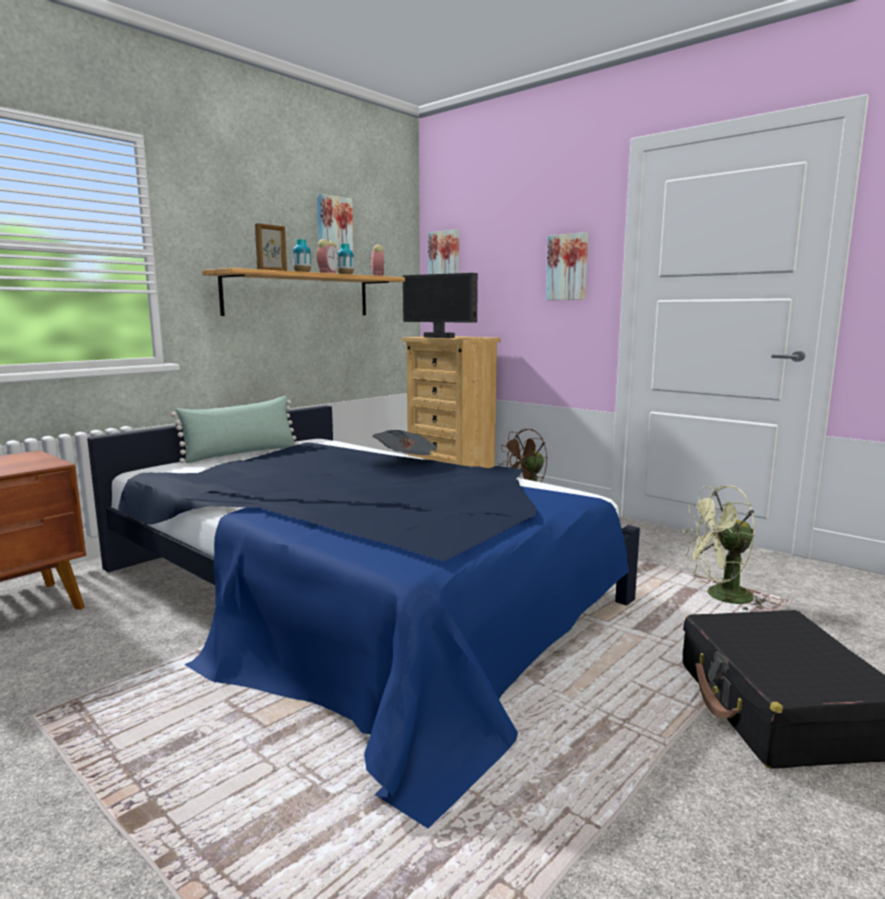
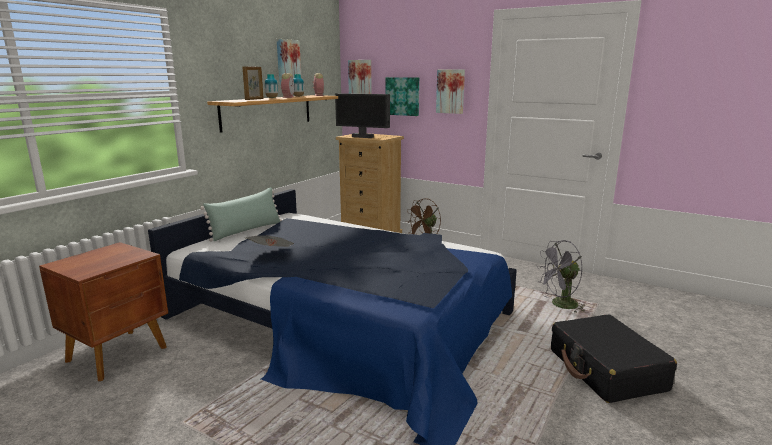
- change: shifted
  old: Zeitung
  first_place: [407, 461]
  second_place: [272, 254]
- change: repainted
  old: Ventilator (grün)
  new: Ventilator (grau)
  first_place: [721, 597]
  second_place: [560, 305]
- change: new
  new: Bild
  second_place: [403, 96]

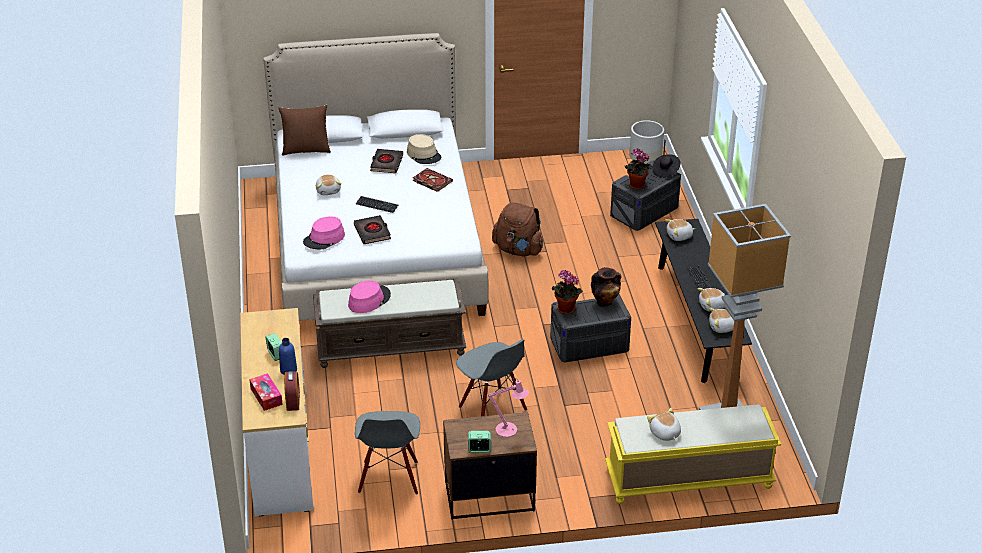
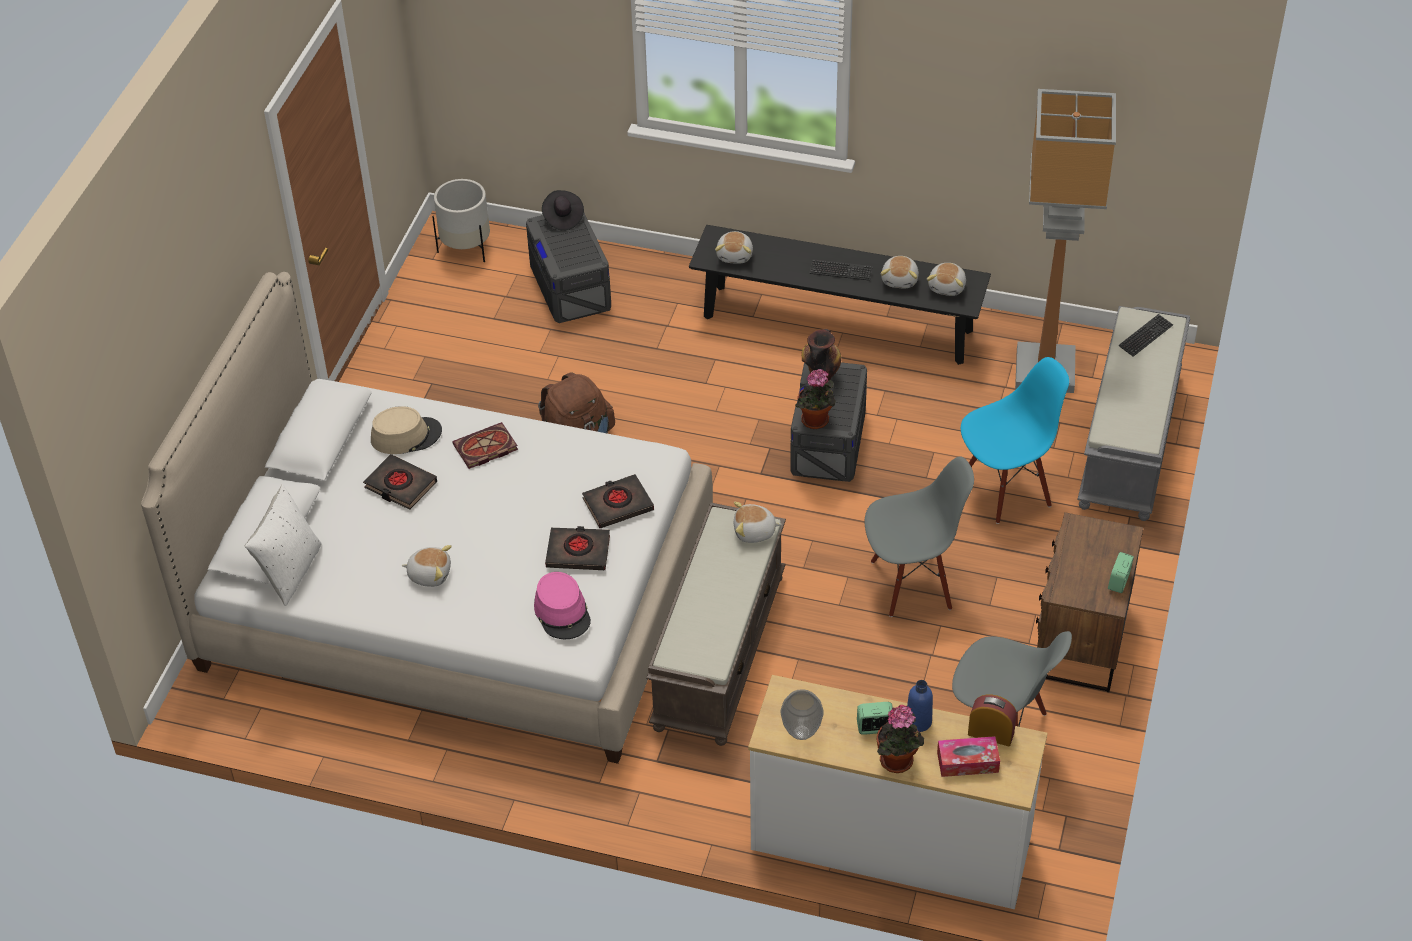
- change: repainted
  old: Kissen (braun)
  new: Kissen (weiß)
  first_place: [306, 149]
  second_place: [290, 571]
- change: shifted
  old: Topfpflanze
  first_place: [636, 186]
  second_place: [898, 763]
- change: shifted
  old: Tastatur
  first_place: [377, 205]
  second_place: [1145, 336]
- change: gone
  old: Hut (rosa)
  first_place: [369, 300]
- change: gone
  old: Tischlampe (rosa)
  first_place: [509, 430]
- change: repainted
  old: Bank (gelb)
  new: Bank (grau)
  first_place: [688, 479]
  second_place: [1130, 442]
- change: shifted
  old: Plüschtier
  first_place: [664, 433]
  second_place: [754, 532]
- change: new
  new: Stuhl (blau)
  second_place: [1006, 489]
- change: new
  new: Buch (schwarz)
  second_place: [618, 505]
- change: new
  new: Vase
  second_place: [801, 733]

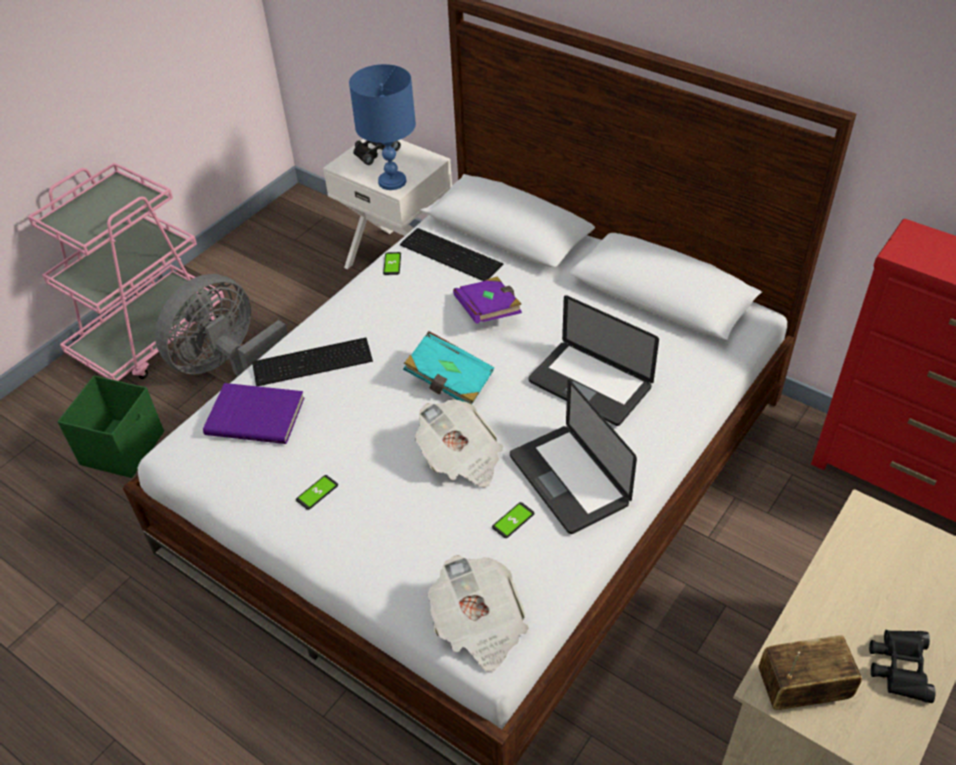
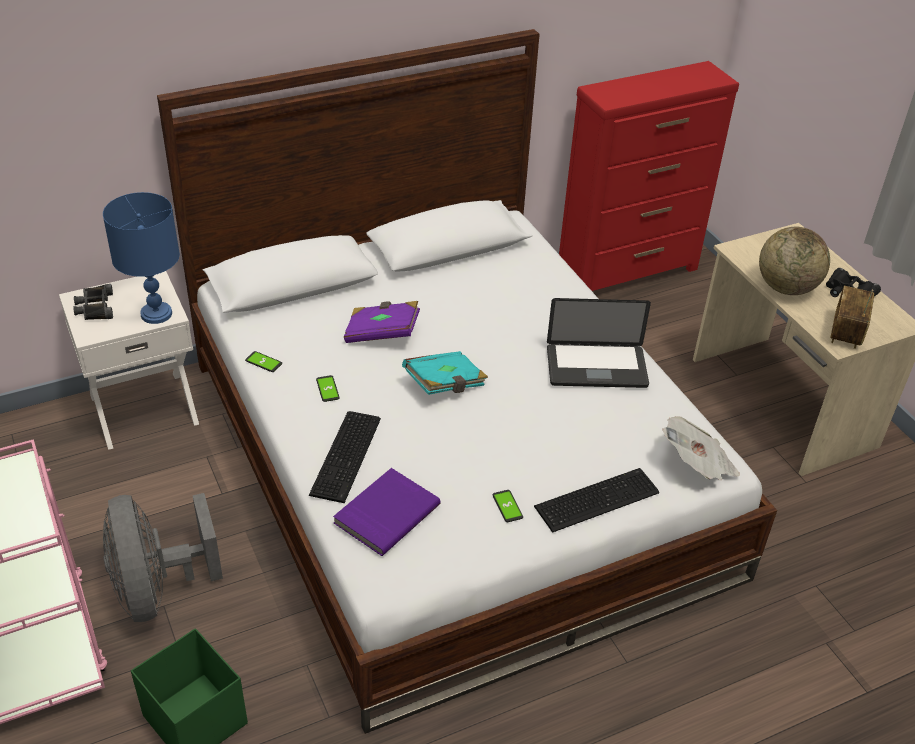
- change: shifted
  old: Tastatur
  first_place: [451, 253]
  second_place: [594, 498]
- change: gone
  old: Laptop
  first_place: [589, 384]
- change: gone
  old: Zeitung
  first_place: [461, 458]
- change: shifted
  old: Handy
  first_place: [513, 520]
  second_place: [327, 389]
- change: new
  new: Globus
  second_place: [786, 288]

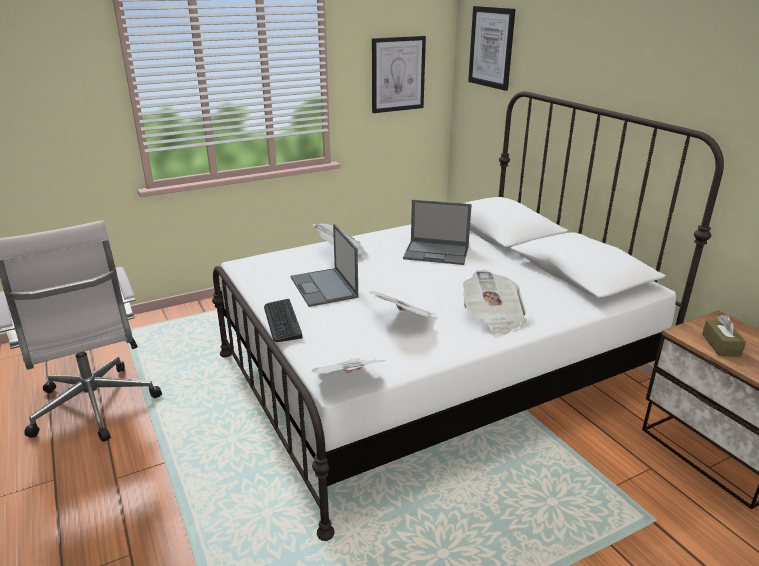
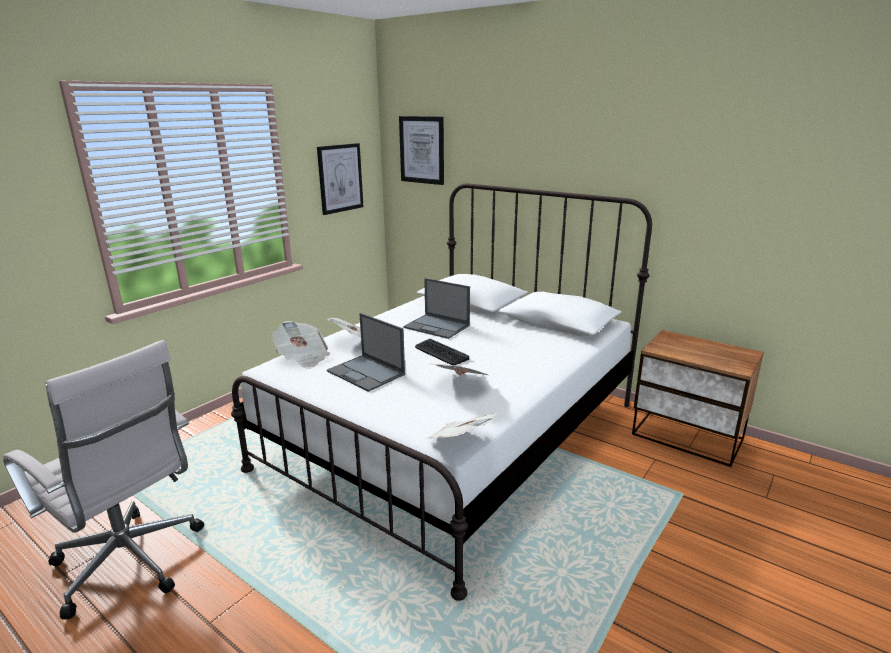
- change: rotated
  old: Laptop
  first_place: [437, 253]
  second_place: [437, 326]
  degrees: 45
- change: shifted
  old: Zeitung
  first_place: [493, 318]
  second_place: [302, 358]
- change: shifted
  old: Tastatur
  first_place: [282, 321]
  second_place: [441, 353]
- change: gone
  old: Taschentuchbox (braun)
  first_place: [721, 345]

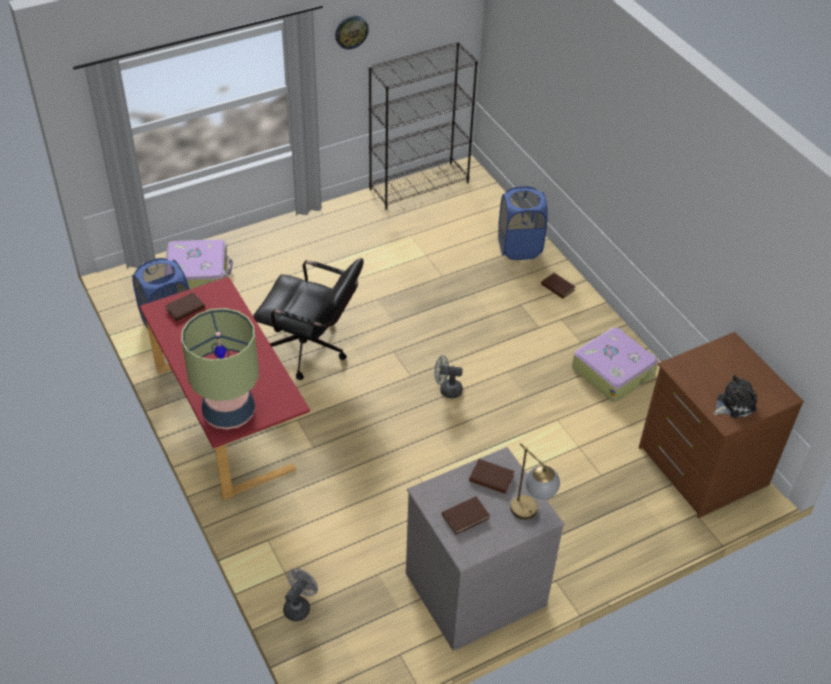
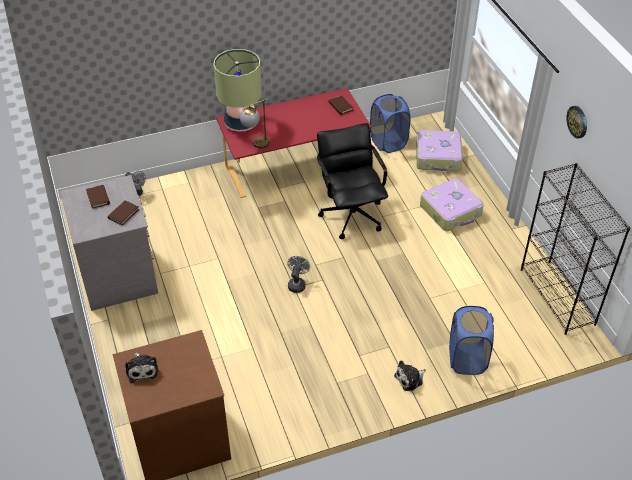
- change: rotated
  old: Bürostuhl (schwarz)
  first_place: [311, 350]
  second_place: [350, 212]
  degrees: 135
- change: swapped
  old: Buch (braun)
  new: Plüschtier
  first_place: [557, 287]
  second_place: [410, 379]
- change: shifted
  old: Koffer
  first_place: [613, 371]
  second_place: [451, 211]
- change: shifted
  old: Tischlampe
  first_place: [531, 515]
  second_place: [255, 145]

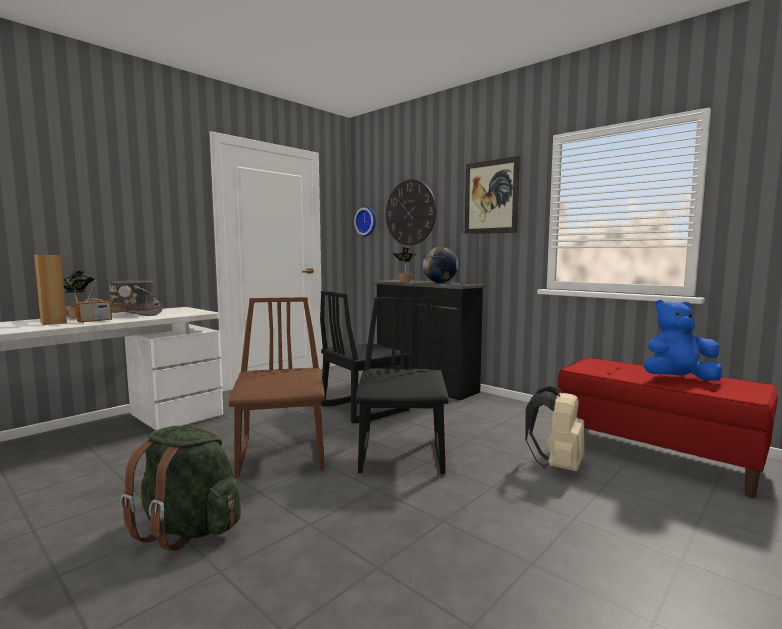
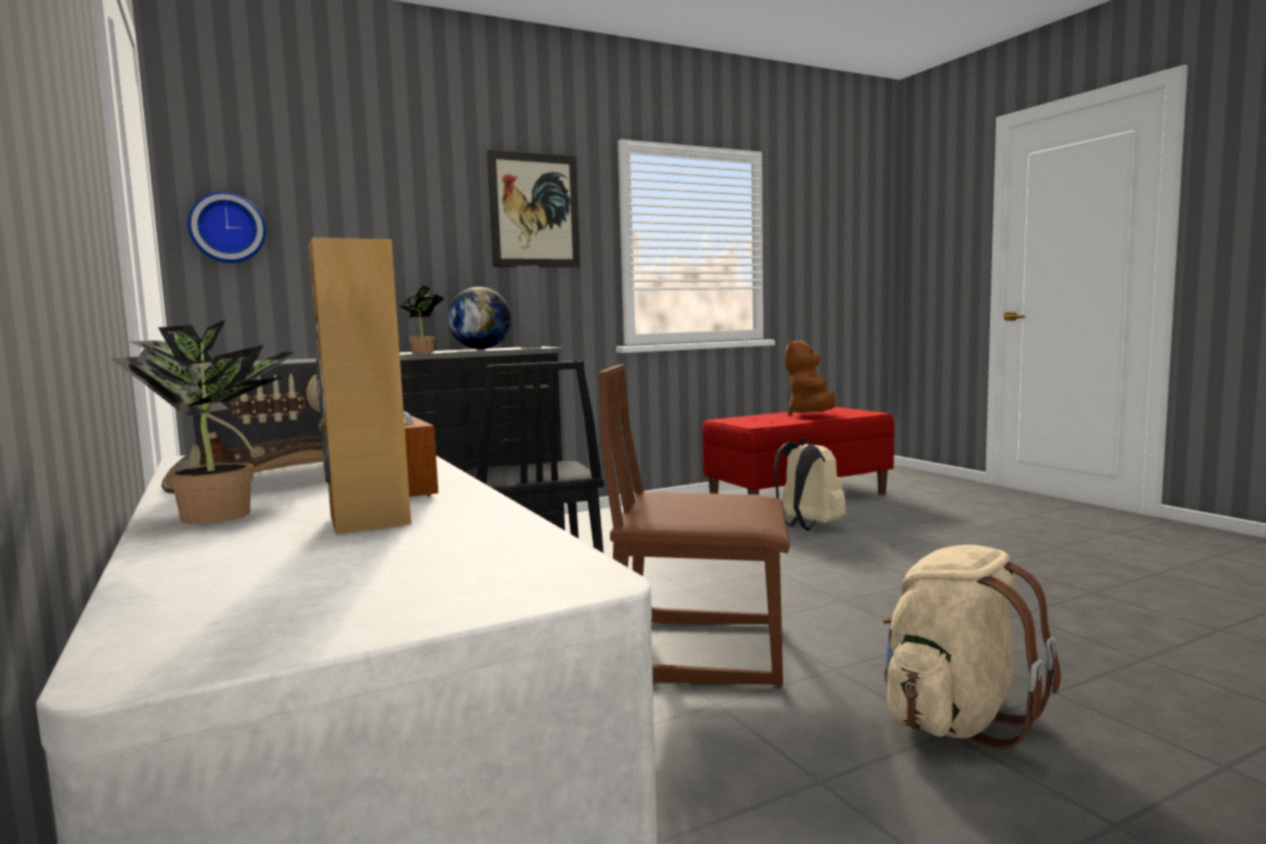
- change: gone
  old: Wanduhr
  first_place: [410, 212]
- change: gone
  old: Stuhl (schwarz)
  first_place: [403, 454]
- change: repainted
  old: Plüschtier (blau)
  new: Plüschtier (braun)
  first_place: [678, 379]
  second_place: [812, 415]
- change: repainted
  old: Rucksack (grün)
  new: Rucksack (beige)
  first_place: [188, 529]
  second_place: [955, 719]

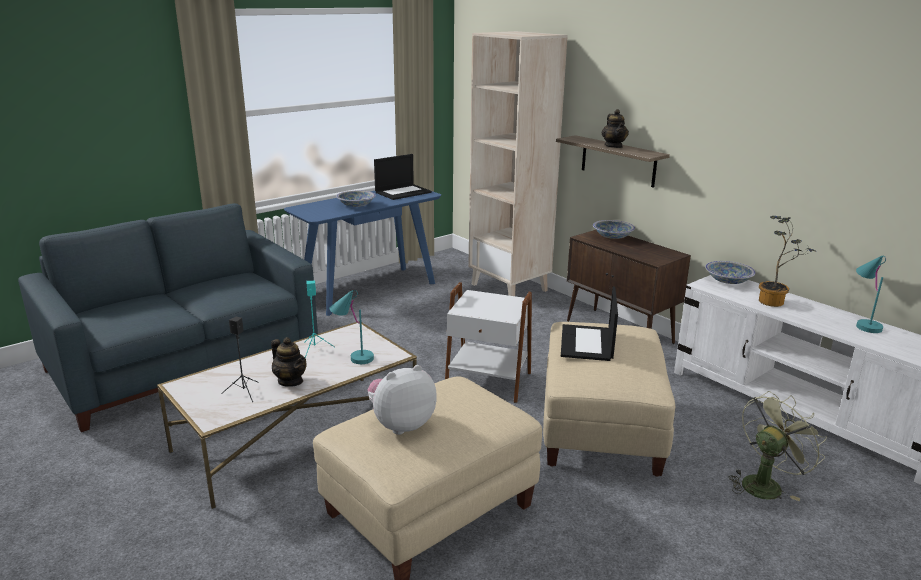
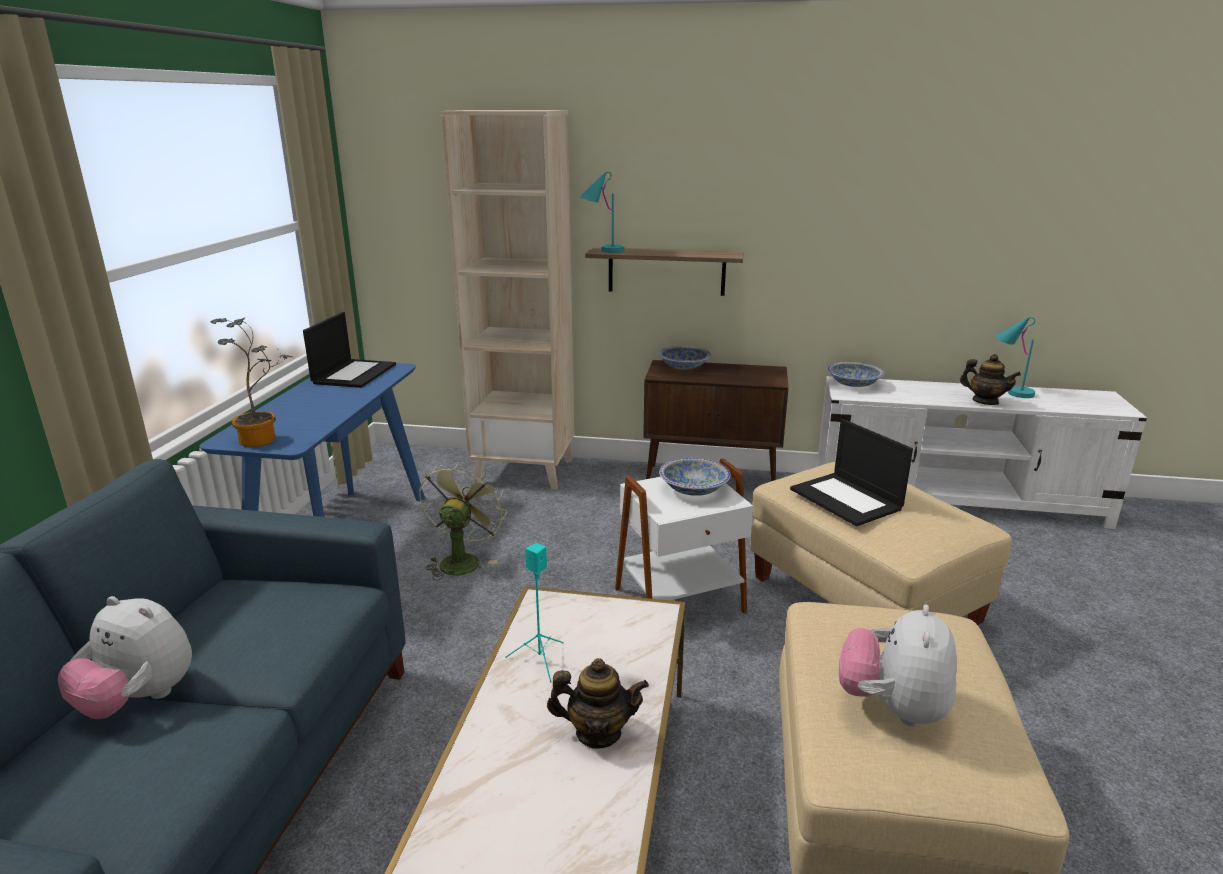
- change: shifted
  old: Teekanne
  first_place: [613, 146]
  second_place: [985, 401]
- change: shifted
  old: Schüssel
  first_place: [356, 205]
  second_place: [693, 489]
- change: shifted
  old: Topfpflanze
  first_place: [775, 302]
  second_place: [263, 439]
- change: shifted
  old: Tischlampe (türkis)
  first_place: [352, 356]
  second_place: [602, 251]
- change: gone
  old: Lautsprecher (schwarz)
  first_place: [244, 392]
- change: shifted
  old: Ventilator (grün)
  first_place: [765, 483]
  second_place: [462, 560]
- change: new
  new: Plüschtier
  second_place: [139, 700]

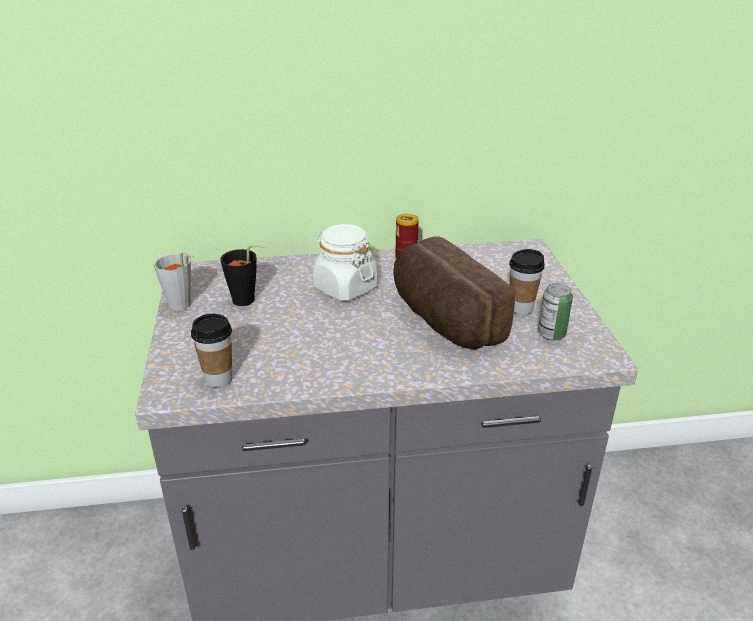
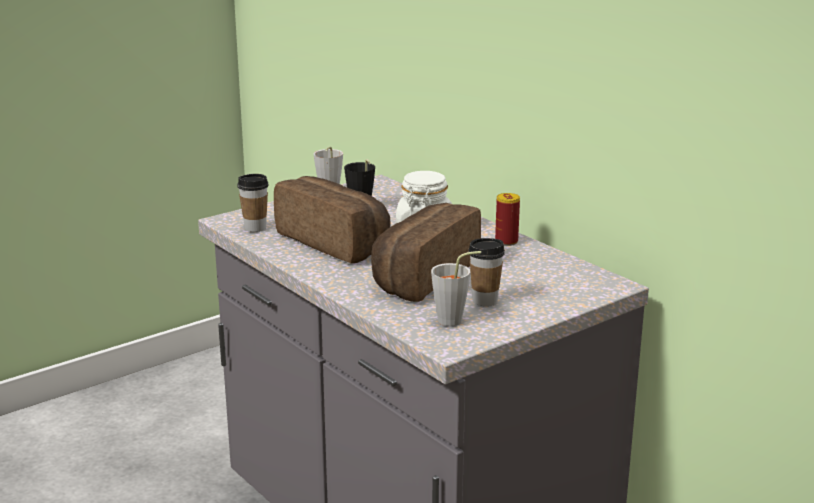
- change: swapped
  old: Dose
  new: Tasse (grau)
  first_place: [551, 334]
  second_place: [455, 320]
- change: new
  new: Brot
  second_place: [336, 242]

